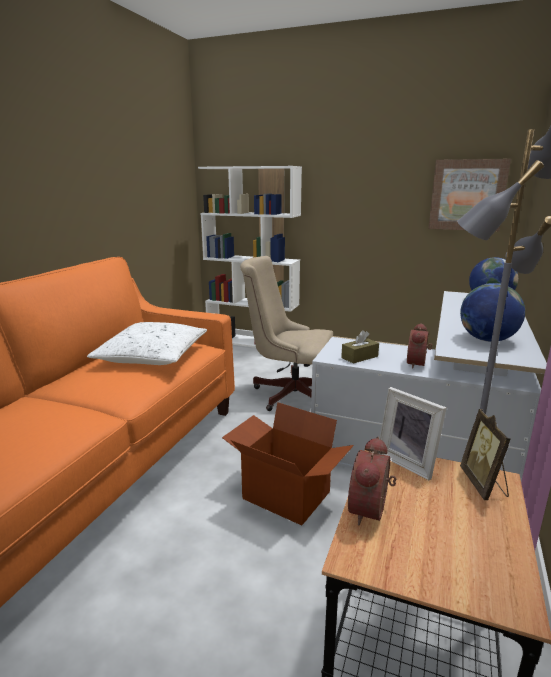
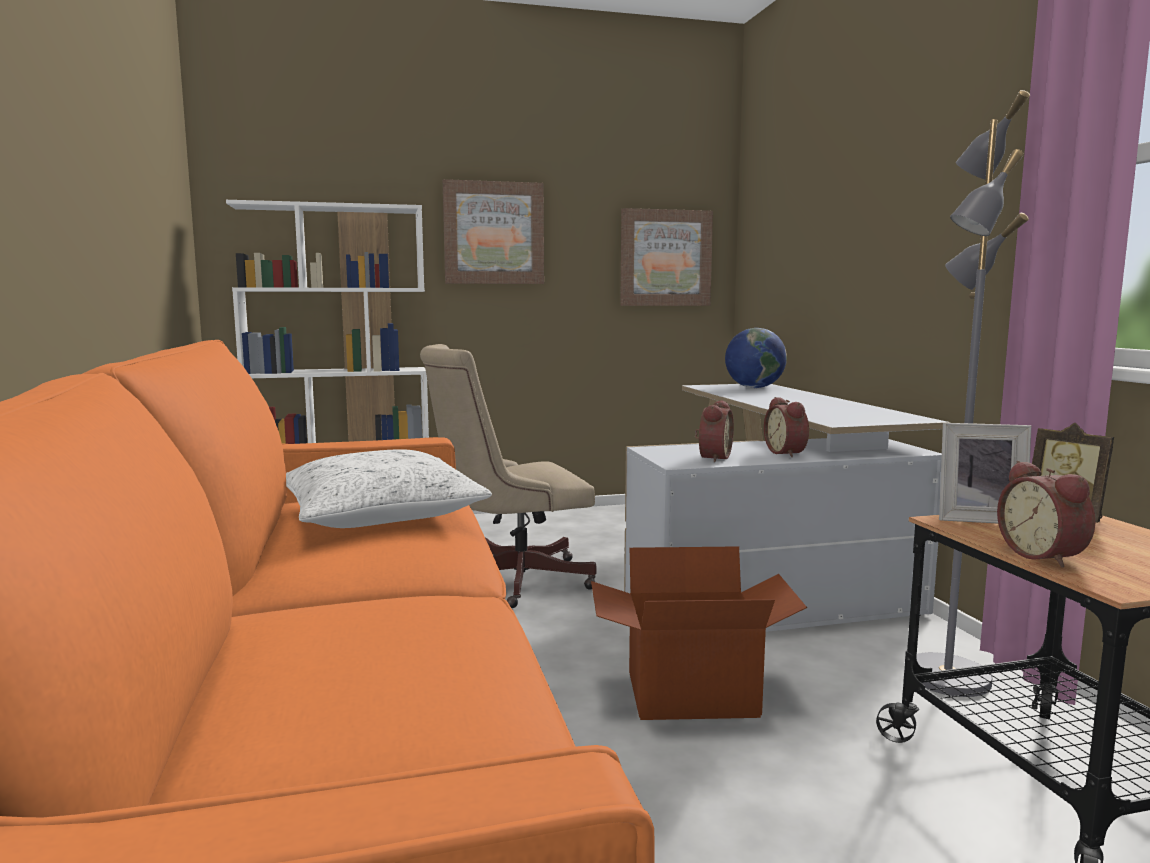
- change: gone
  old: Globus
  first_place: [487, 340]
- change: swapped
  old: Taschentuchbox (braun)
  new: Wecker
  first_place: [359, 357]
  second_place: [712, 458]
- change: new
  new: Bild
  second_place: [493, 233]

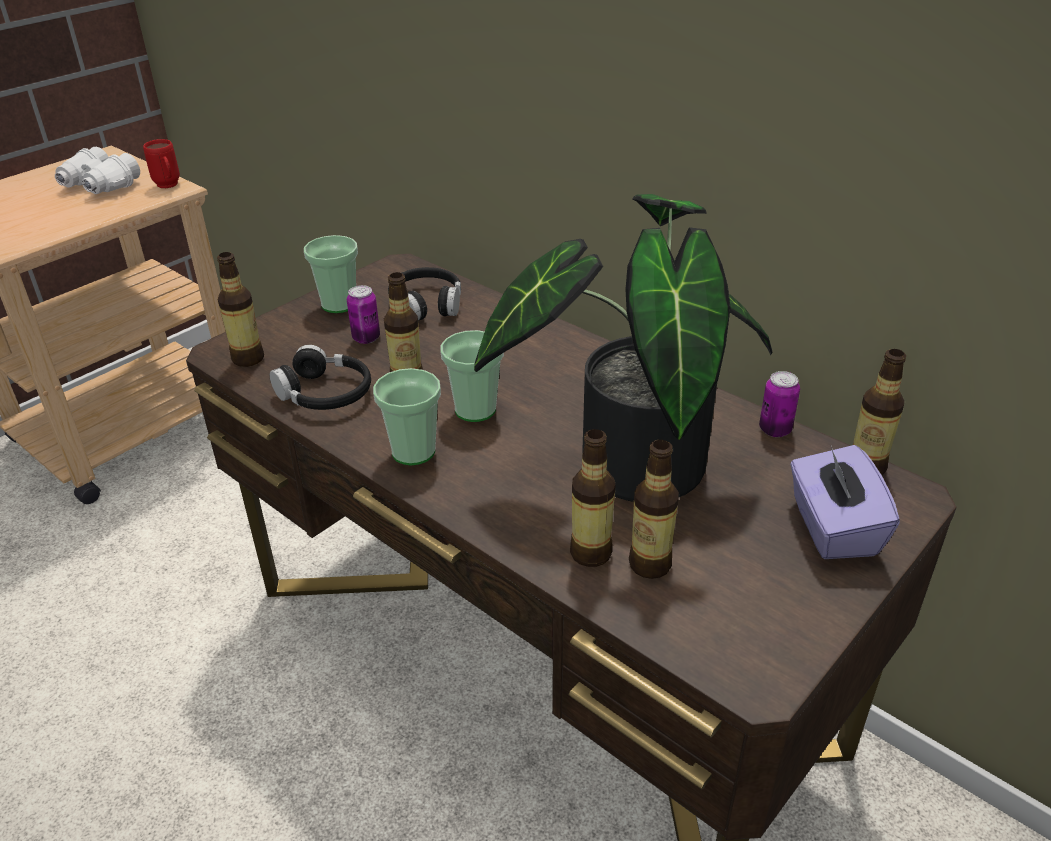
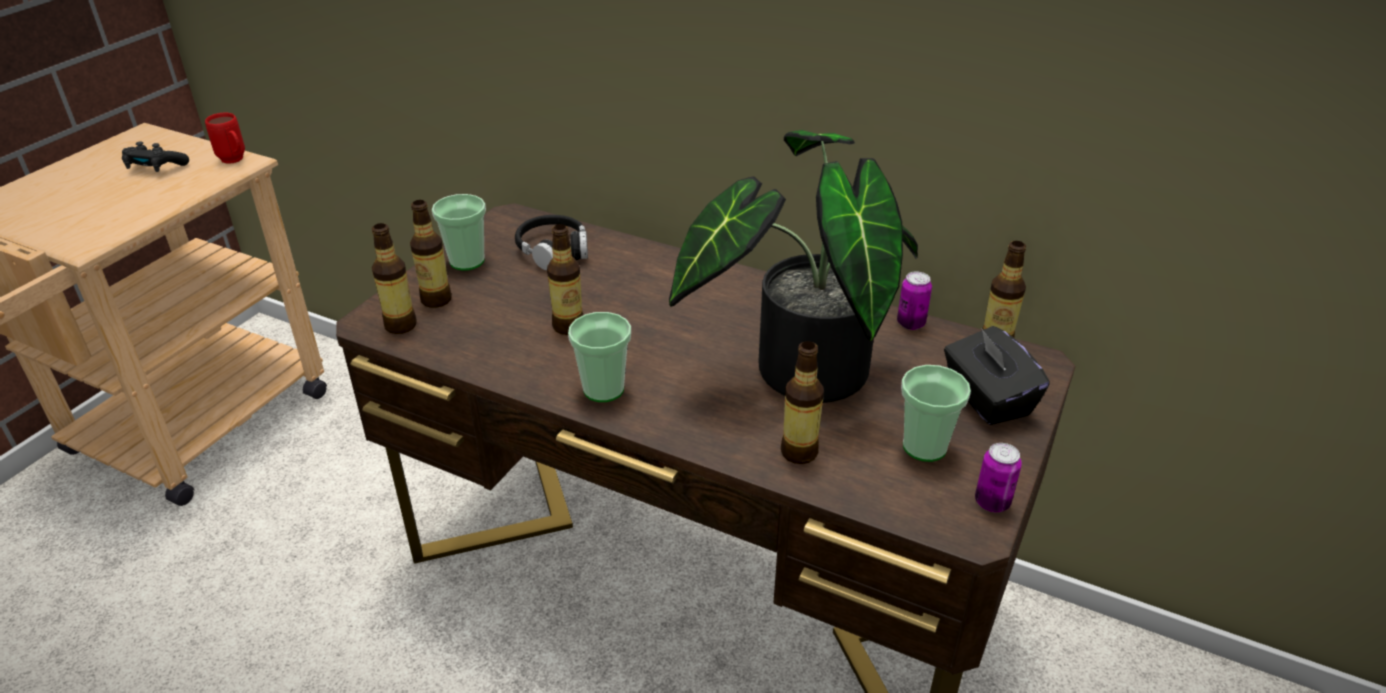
- change: swapped
  old: Fernglas (weiß)
  new: Gamepad (schwarz)
  first_place: [99, 186]
  second_place: [155, 168]
- change: shifted
  old: Dose
  first_place: [366, 338]
  second_place: [992, 502]
- change: shifted
  old: Tasse
  first_place: [475, 410]
  second_place: [924, 447]
- change: gone
  old: Kopfhörer (schwarz)
  first_place: [325, 393]
- change: shifted
  old: Flasche
  first_place: [650, 564]
  second_place: [436, 300]
- change: repainted
  old: Taschentuchbox (lila)
  new: Taschentuchbox (schwarz)
  first_place: [832, 528]
  second_place: [987, 398]

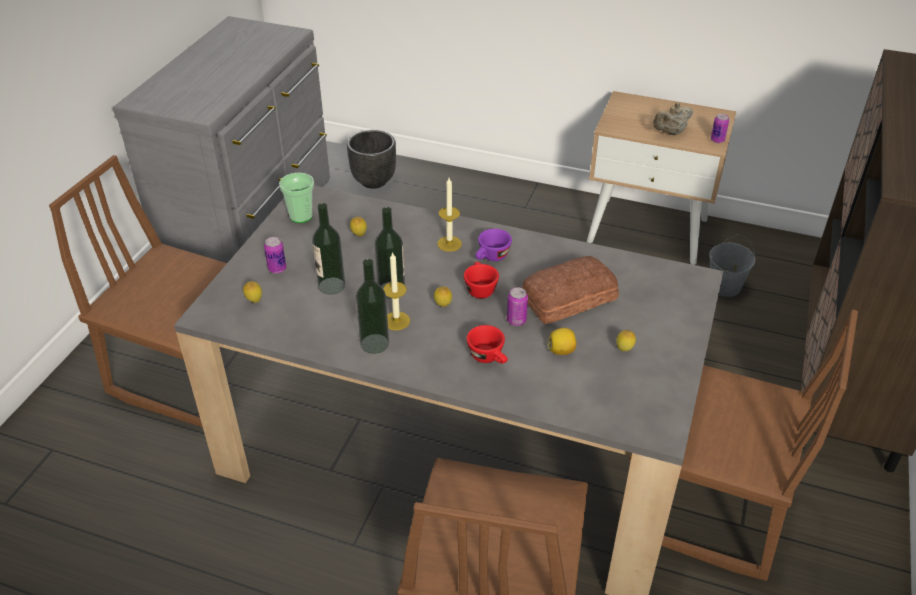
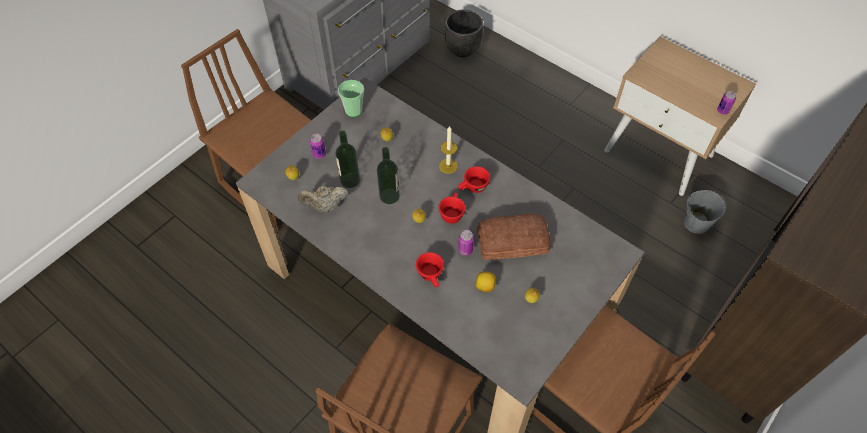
- change: shifted
  old: Teekanne (beige)
  first_place: [671, 132]
  second_place: [325, 206]
- change: repainted
  old: Tasse (lila)
  new: Tasse (rot)
  first_place: [491, 258]
  second_place: [473, 188]
- change: gone
  old: Kerze
  first_place: [396, 321]
- change: gone
  old: Flasche
  first_place: [374, 343]

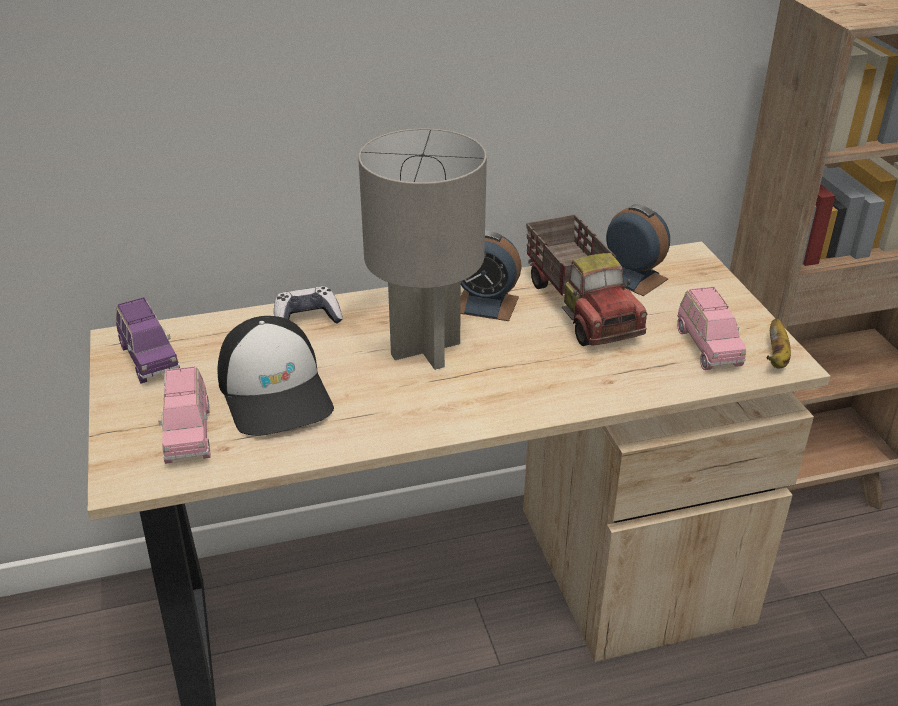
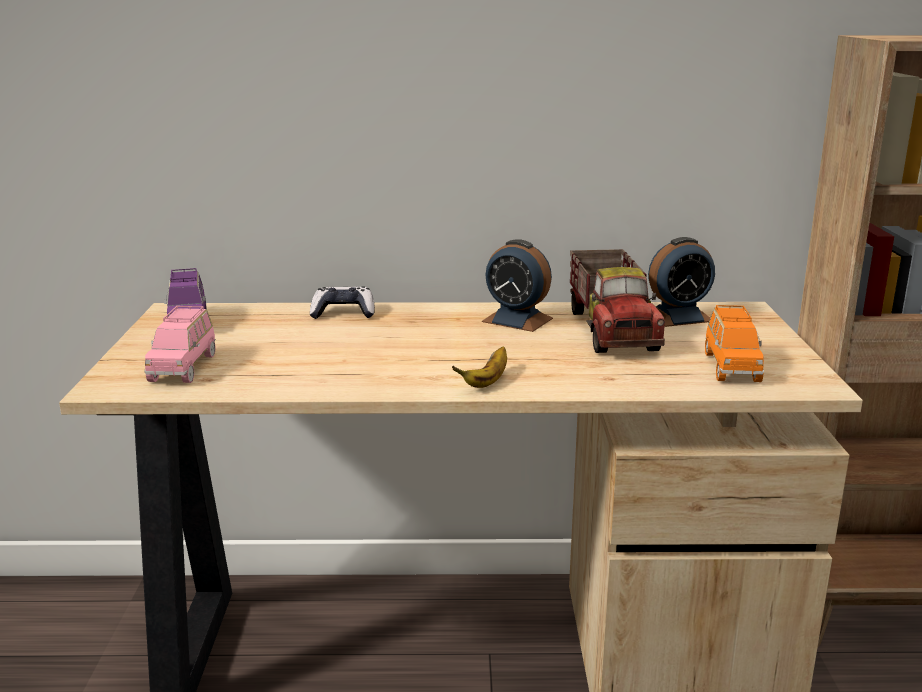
- change: gone
  old: Tischlampe (grau)
  first_place: [426, 348]
- change: rotated
  old: Wecker
  first_place: [633, 277]
  second_place: [677, 317]
  degrees: 105
- change: repainted
  old: Spielzeugauto (rosa)
  new: Spielzeugauto (orange)
  first_place: [707, 347]
  second_place: [731, 366]
- change: gone
  old: Kappe
  first_place: [276, 392]
- change: shifted
  old: Banane
  first_place: [776, 357]
  second_place: [487, 382]

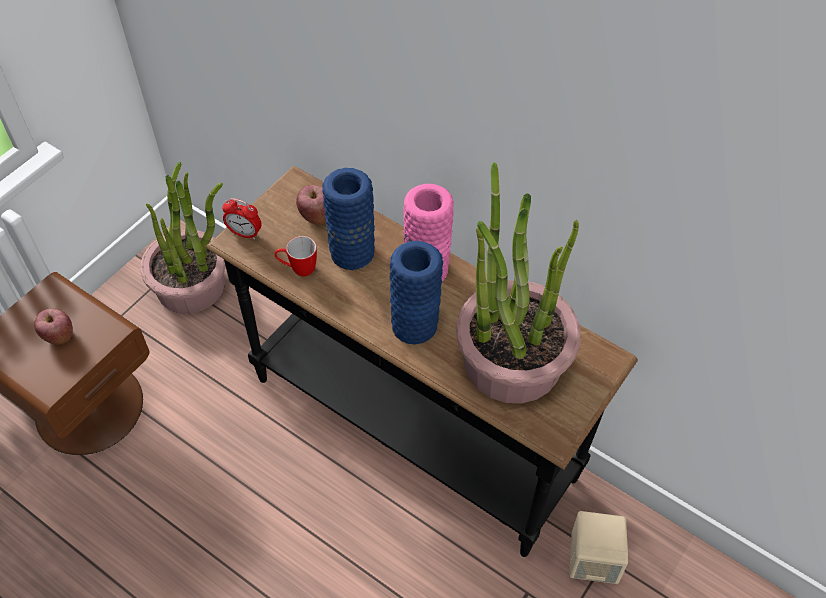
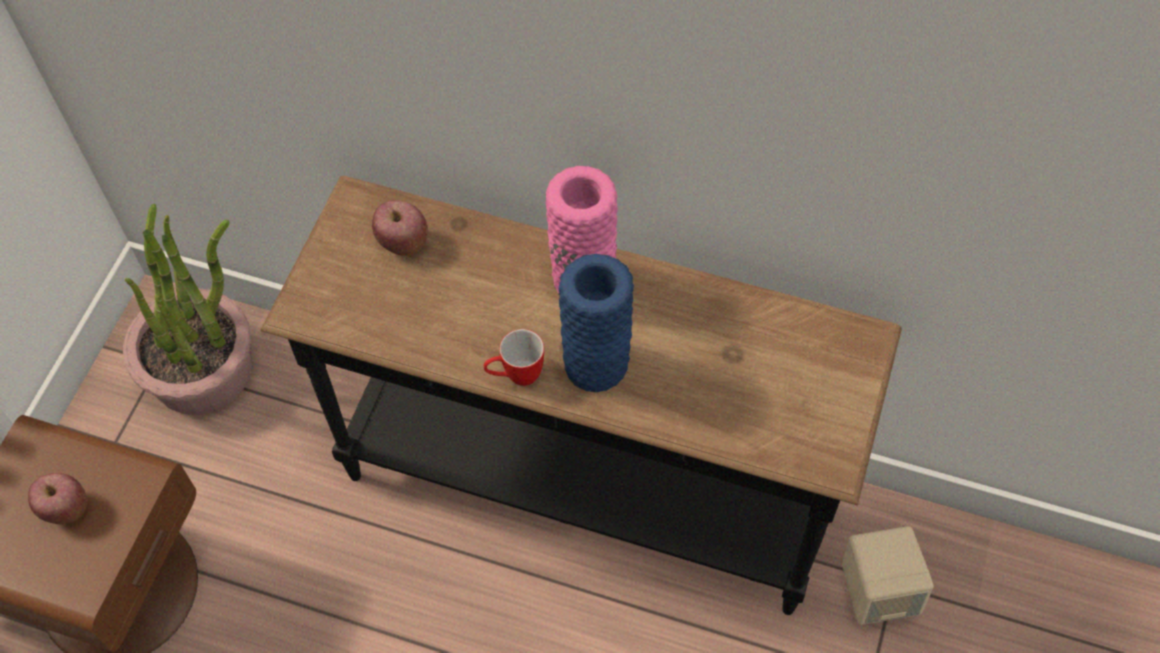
- change: gone
  old: Topfpflanze
  first_place: [511, 359]
- change: gone
  old: Vase (blau)
  first_place: [352, 253]
- change: gone
  old: Wecker
  first_place: [245, 233]
- change: shifted
  old: Henkelbecher
  first_place: [298, 269]
  second_place: [515, 376]

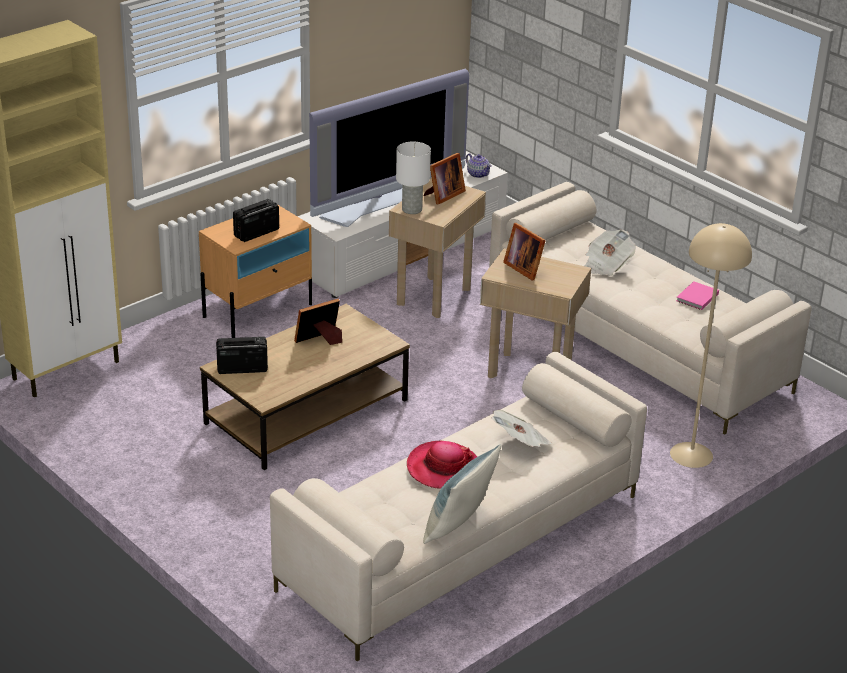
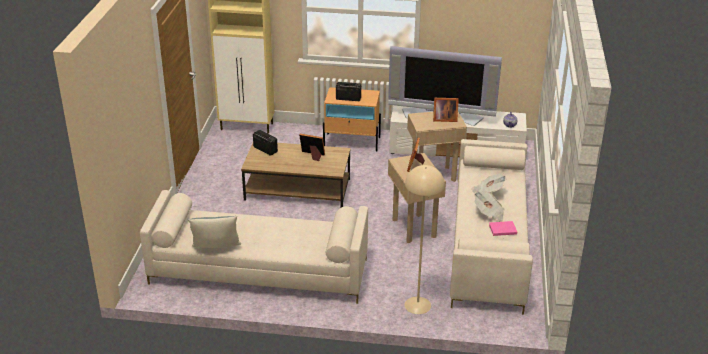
- change: gone
  old: Tischlampe (weiß)
  first_place: [412, 209]
- change: shifted
  old: Zeitung
  first_place: [520, 443]
  second_place: [489, 213]
- change: gone
  old: Hut
  first_place: [443, 468]

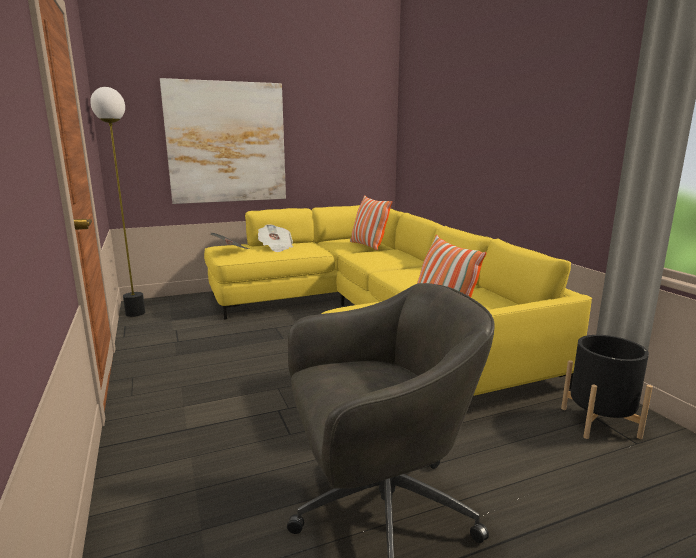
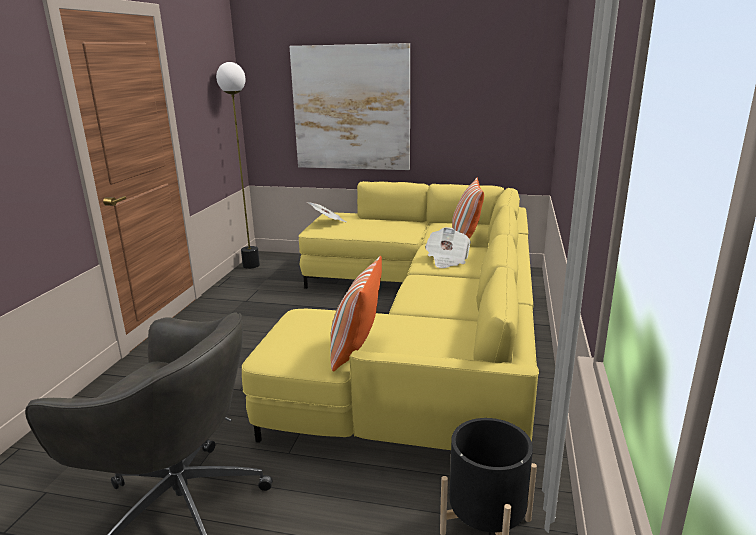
- change: shifted
  old: Zeitung
  first_place: [276, 248]
  second_place: [447, 260]

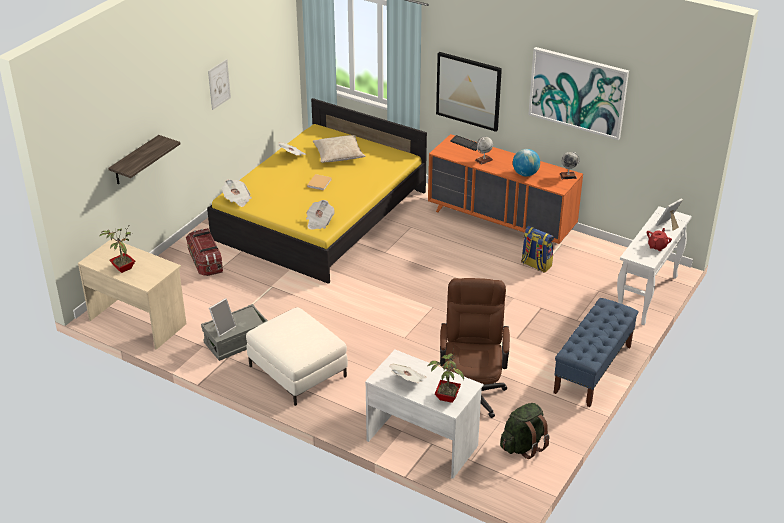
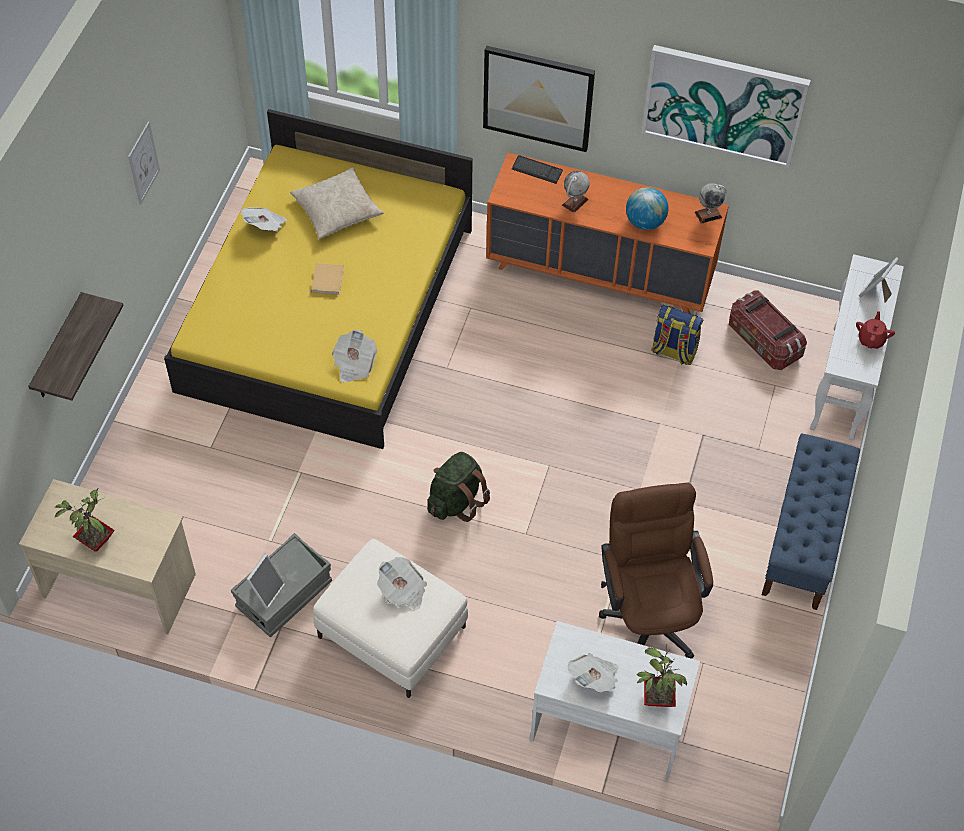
- change: shifted
  old: Zeitung
  first_place: [237, 199]
  second_place: [403, 591]
- change: shifted
  old: Aufbewahrungsbox
  first_place: [205, 262]
  second_place: [763, 342]
- change: shifted
  old: Rucksack (grün)
  first_place: [523, 446]
  second_place: [456, 501]

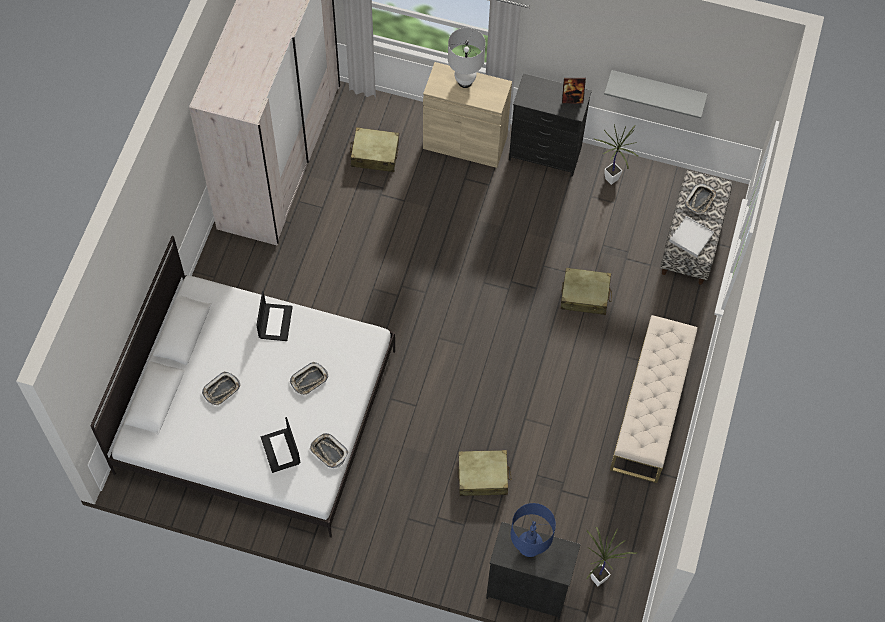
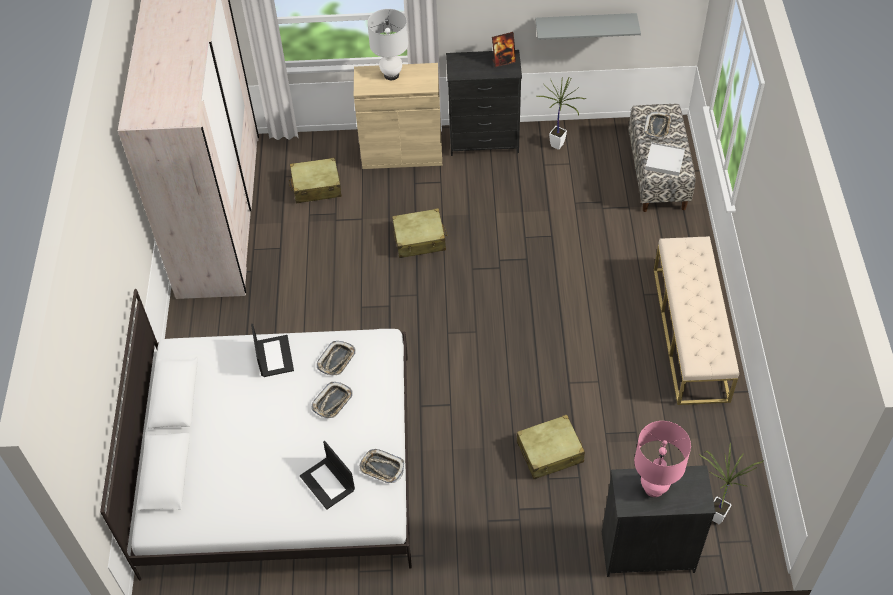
- change: shifted
  old: Koffer (beige)
  first_place: [585, 295]
  second_place: [419, 239]
- change: shifted
  old: Tablett
  first_place: [221, 390]
  second_place: [336, 360]
- change: repainted
  old: Tischlampe (blau)
  new: Tischlampe (rosa)
  first_place: [529, 549]
  second_place: [654, 488]

